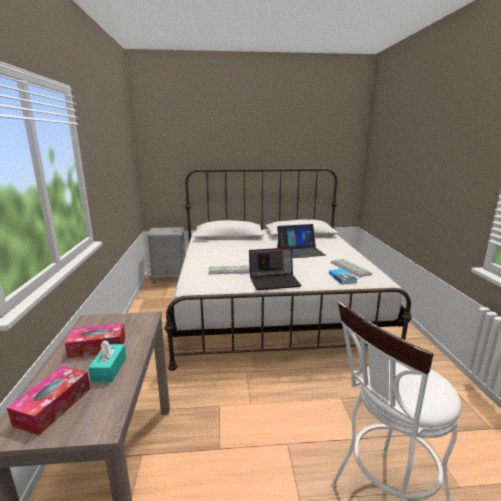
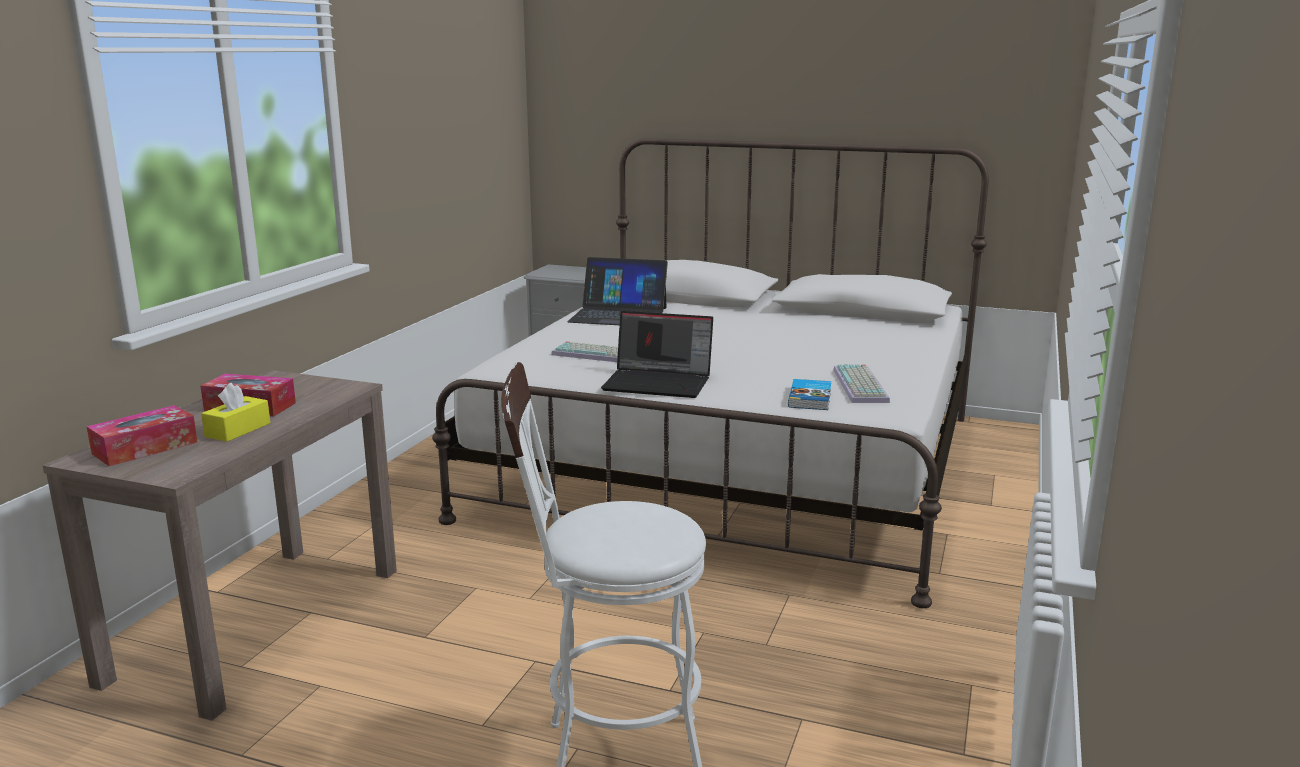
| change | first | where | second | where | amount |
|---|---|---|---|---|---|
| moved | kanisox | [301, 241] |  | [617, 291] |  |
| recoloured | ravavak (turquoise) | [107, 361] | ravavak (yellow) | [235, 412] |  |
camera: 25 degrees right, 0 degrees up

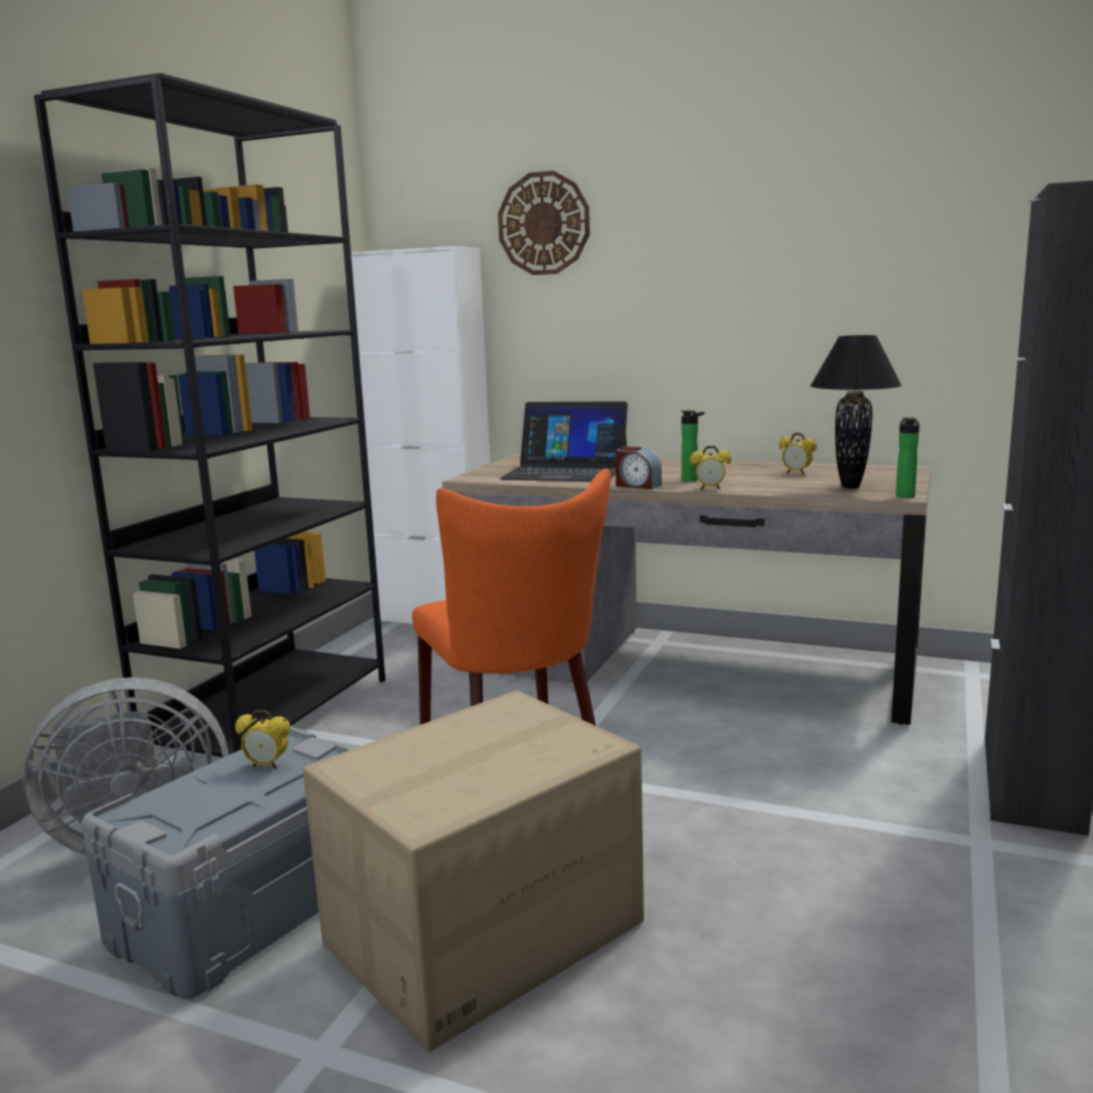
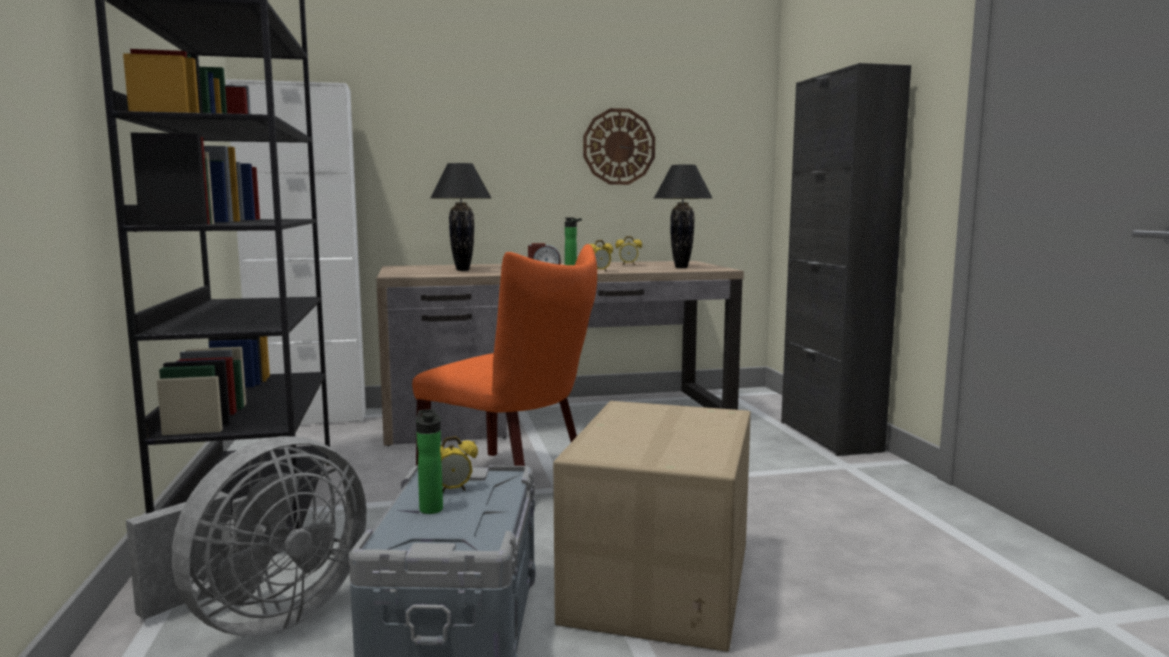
| change | first | where | second | where | amount |
|---|---|---|---|---|---|
| moved | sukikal | [544, 223] |  | [619, 146] |  |
| moved | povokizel | [908, 458] |  | [429, 461] |  |
| replaced | kanisox | [563, 441] | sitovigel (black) | [460, 217] |  |
camera: 35 degrees left, 5 degrees down

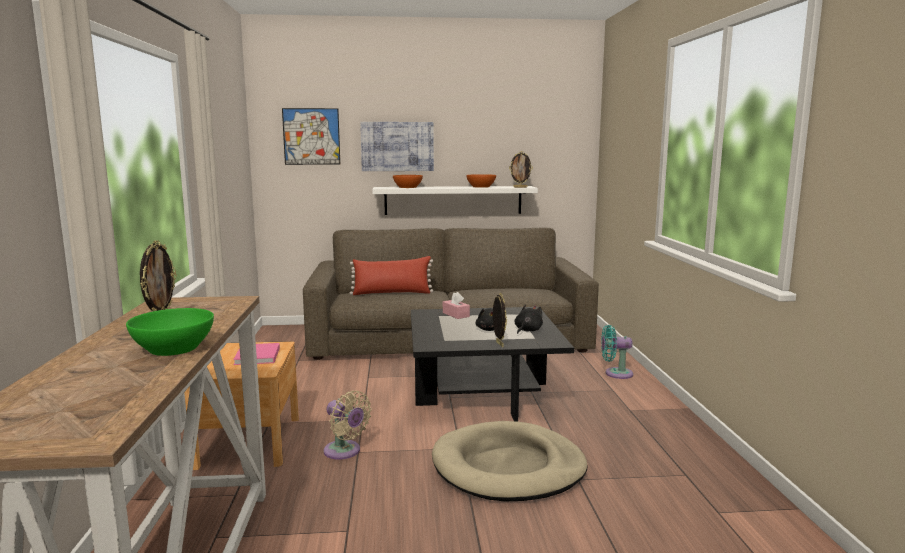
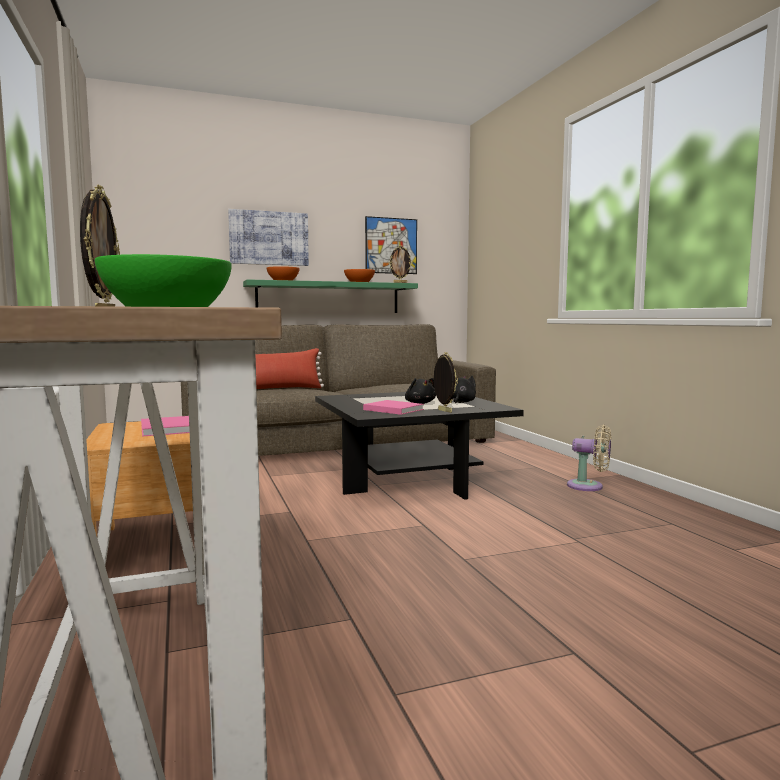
| change | first | where | second | where | amount |
|---|---|---|---|---|---|
| removed | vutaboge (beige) | [510, 461] |  |  |  |
| removed | ravavak (pink) | [456, 305] |  |  |  |
| removed | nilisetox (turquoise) | [617, 352] |  |  |  |
| added |  |  | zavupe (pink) | [393, 407] |  |
| moved | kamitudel | [311, 136] |  | [391, 245] |  |
| moved | nilisetox (beige) | [348, 425] |  | [589, 458] |  |
| recoloured | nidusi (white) | [455, 200] | nidusi (green) | [330, 296] |  |
camera: 15 degrees left, 5 degrees down

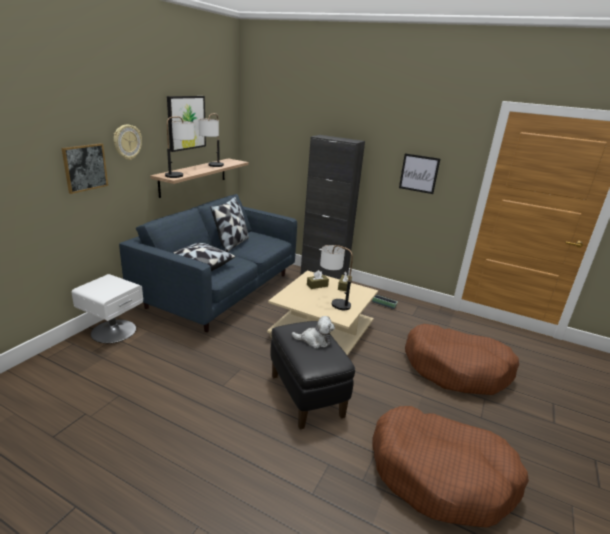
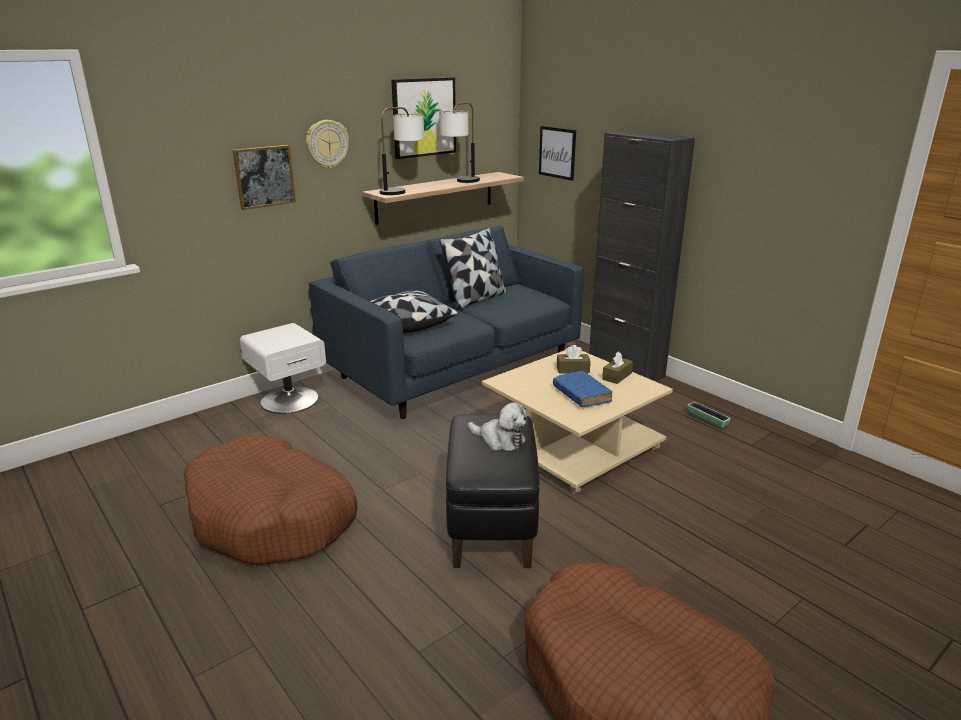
| change | first | where | second | where | amount |
|---|---|---|---|---|---|
| moved | kamitudel | [419, 173] |  | [557, 153] |  |
| moved | vutaboge (brown) | [462, 359] |  | [270, 500] |  |
| replaced | sitovigel | [336, 277] | zavupe (blue) | [582, 389] |  |
camera: 25 degrees right, 0 degrees up

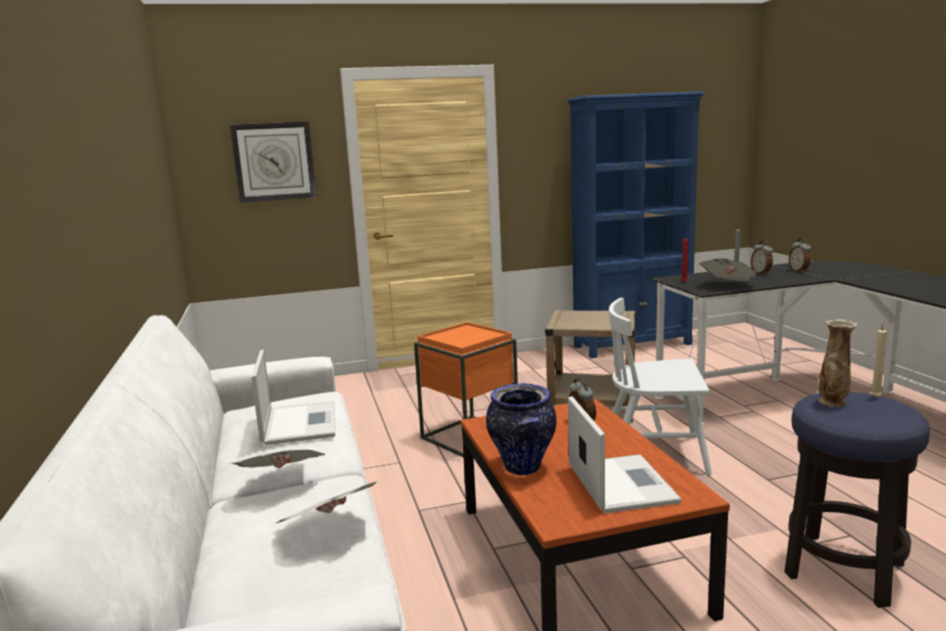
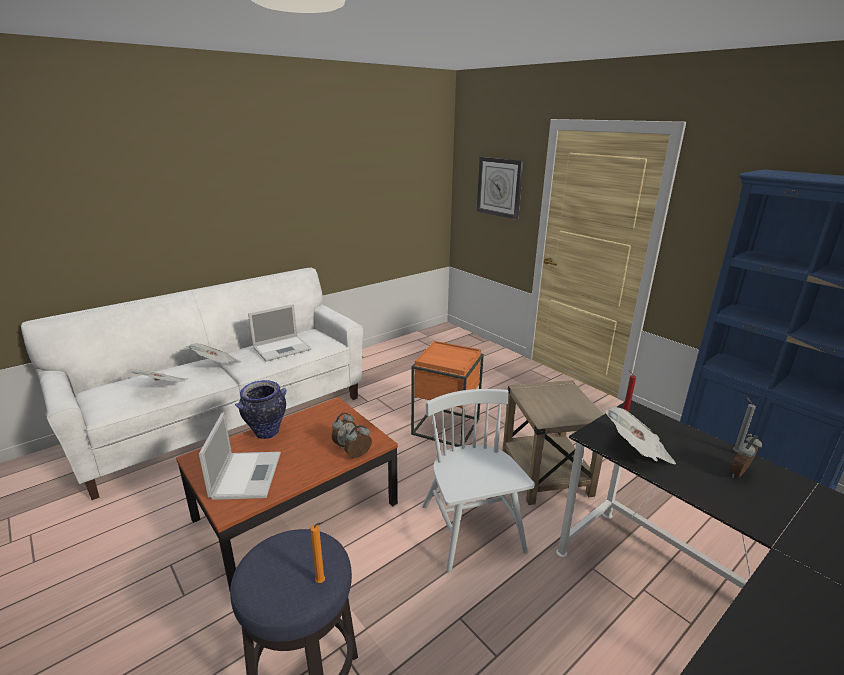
| change | first | where | second | where | amount |
|---|---|---|---|---|---|
| removed | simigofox | [838, 362] |  |  |  |
| moved | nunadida | [800, 255] |  | [358, 441] |  |
| recoloured | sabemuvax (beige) | [879, 359] | sabemuvax (orange) | [318, 552] |  |
| turned | kanisox | [624, 454] |  | [240, 456] | 60 degrees counterclockwise |
camera: 65 degrees right, 10 degrees up

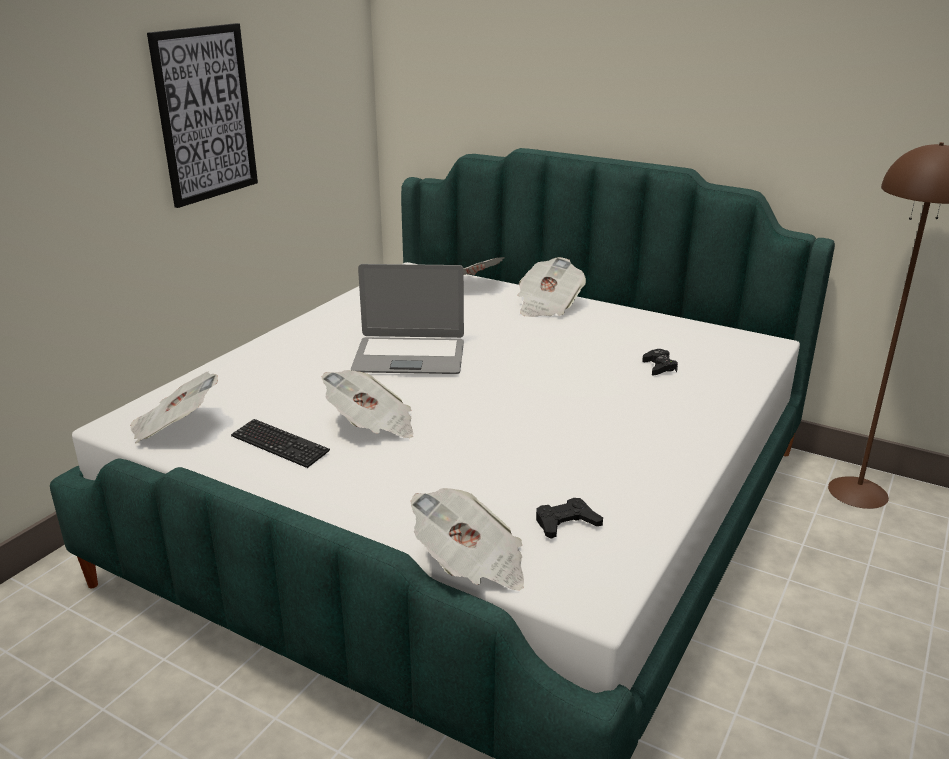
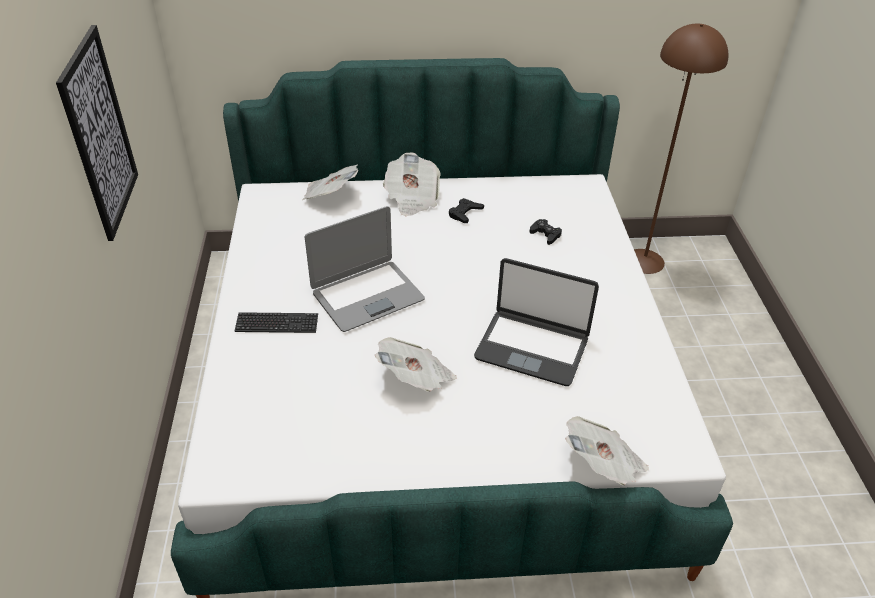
| change | first | where | second | where | amount |
|---|---|---|---|---|---|
| removed | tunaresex | [174, 407] |  |  |  |
| added |  |  | kanisox | [536, 322] |  |
| moved | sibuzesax | [280, 443] |  | [276, 322] |  |
| moved | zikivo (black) | [569, 518] |  | [466, 210] |  |
camera: 35 degrees left, 15 degrees up

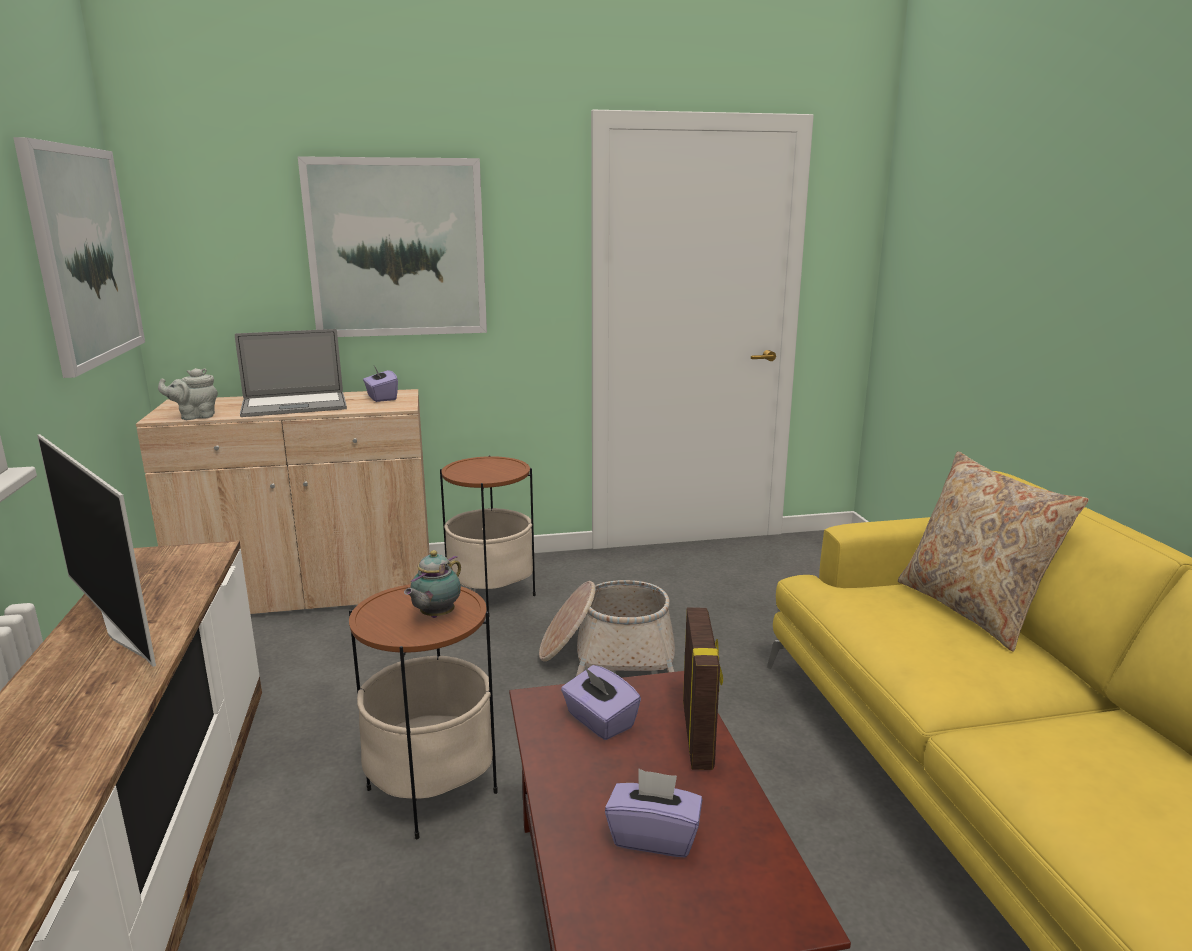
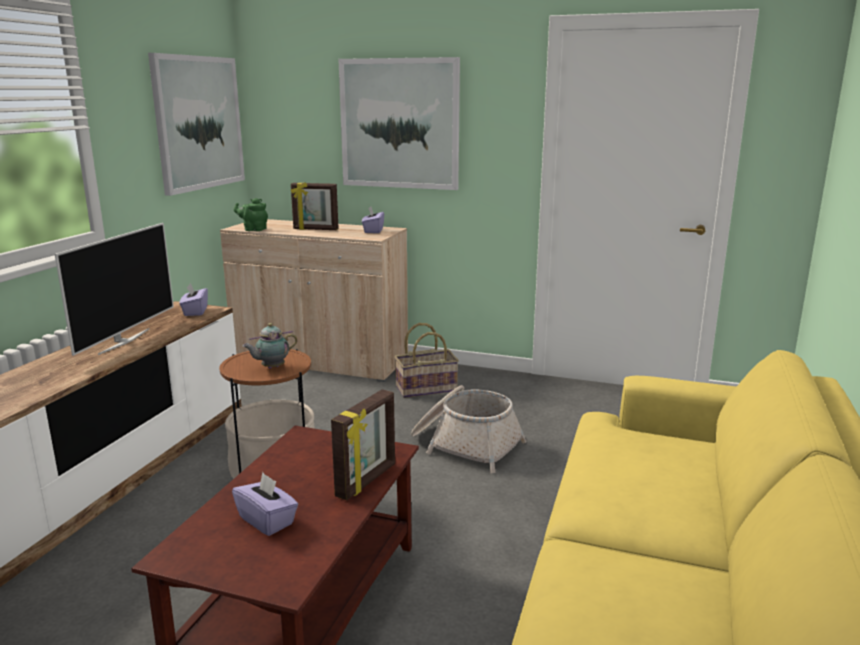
| change | first | where | second | where | amount |
|---|---|---|---|---|---|
| removed | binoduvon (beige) | [993, 552] |  |  |  |
| moved | ravavak (purple) | [601, 702] |  | [193, 299] |  |
| replaced | kanisox | [291, 373] | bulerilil | [315, 206] |  |
| replaced | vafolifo | [488, 536] | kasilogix | [426, 360] |  |
| recoloured | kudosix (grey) | [188, 394] | kudosix (green) | [251, 214] |  |
| turned | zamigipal | [96, 550] |  | [114, 289] | 150 degrees counterclockwise |
camera: 30 degrees right, 0 degrees up

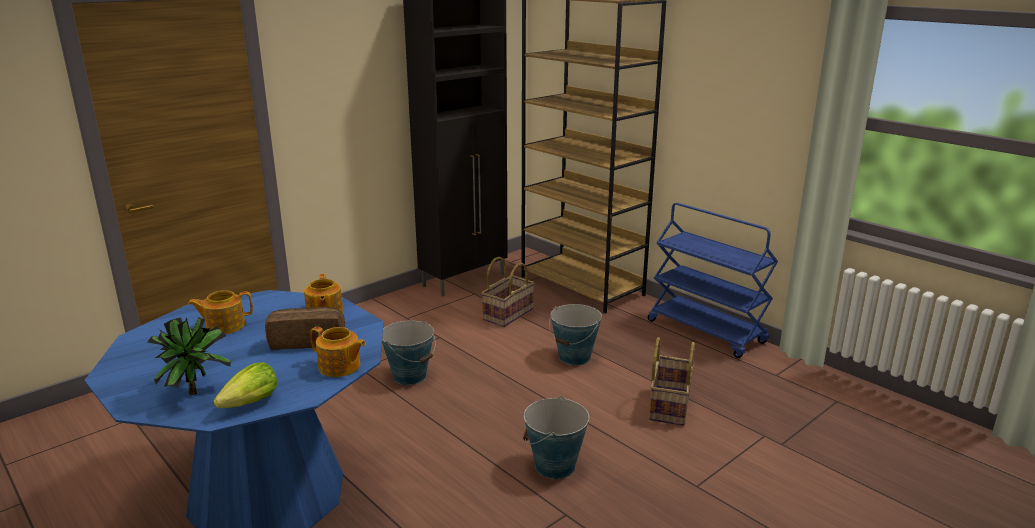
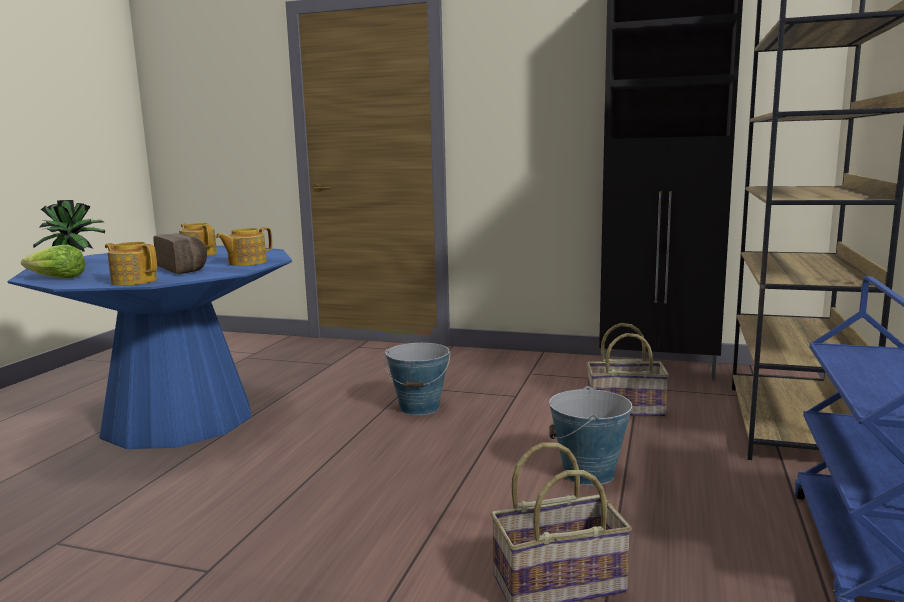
| change | first | where | second | where | amount |
|---|---|---|---|---|---|
| removed | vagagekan | [556, 437] |  |  |  |
| turned | kudosix | [338, 352] |  | [131, 264] | 120 degrees clockwise |
camera: 60 degrees right, 10 degrees down

